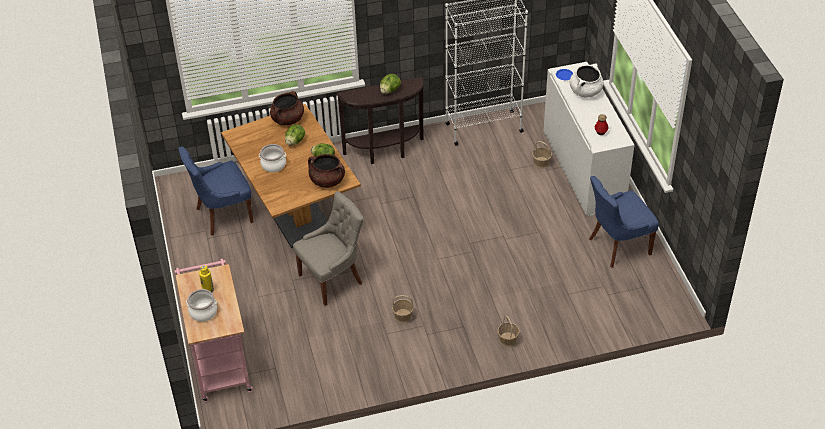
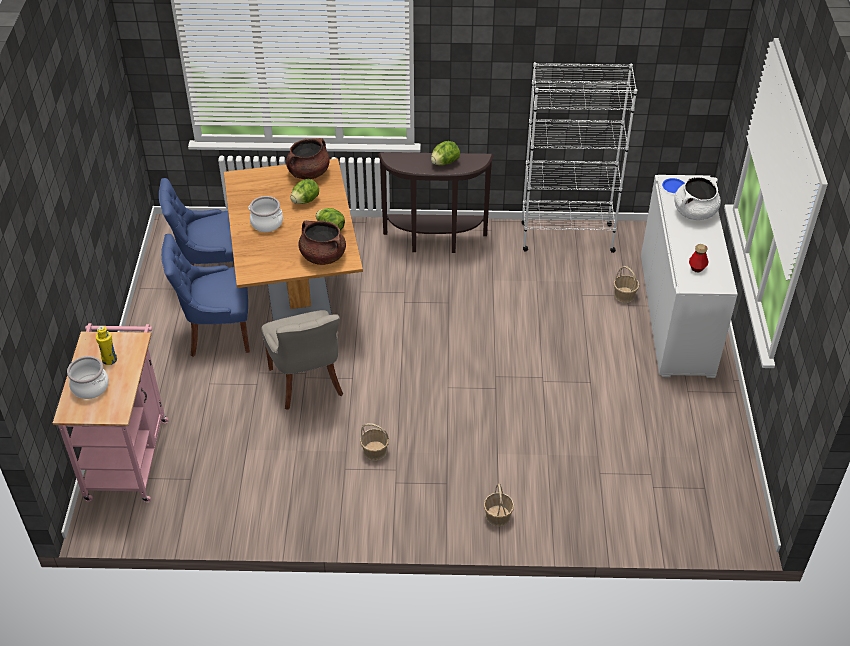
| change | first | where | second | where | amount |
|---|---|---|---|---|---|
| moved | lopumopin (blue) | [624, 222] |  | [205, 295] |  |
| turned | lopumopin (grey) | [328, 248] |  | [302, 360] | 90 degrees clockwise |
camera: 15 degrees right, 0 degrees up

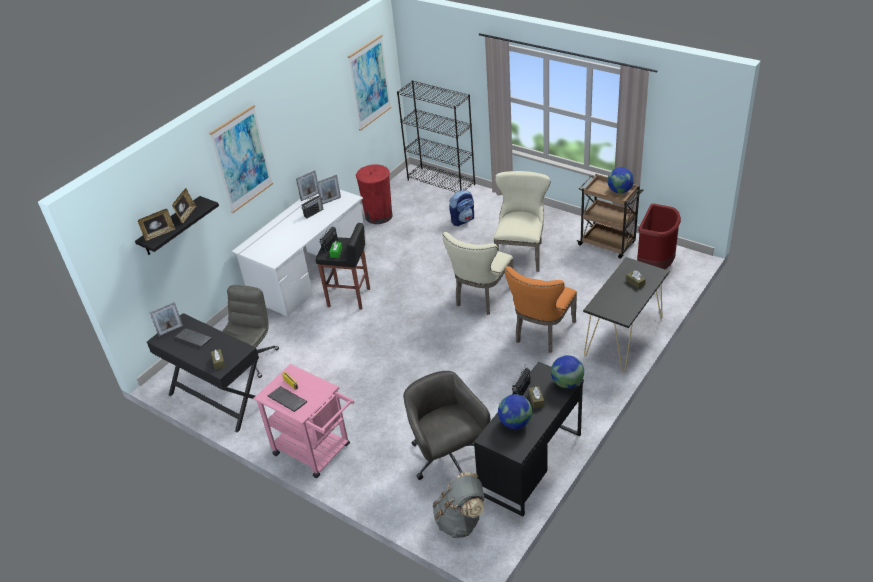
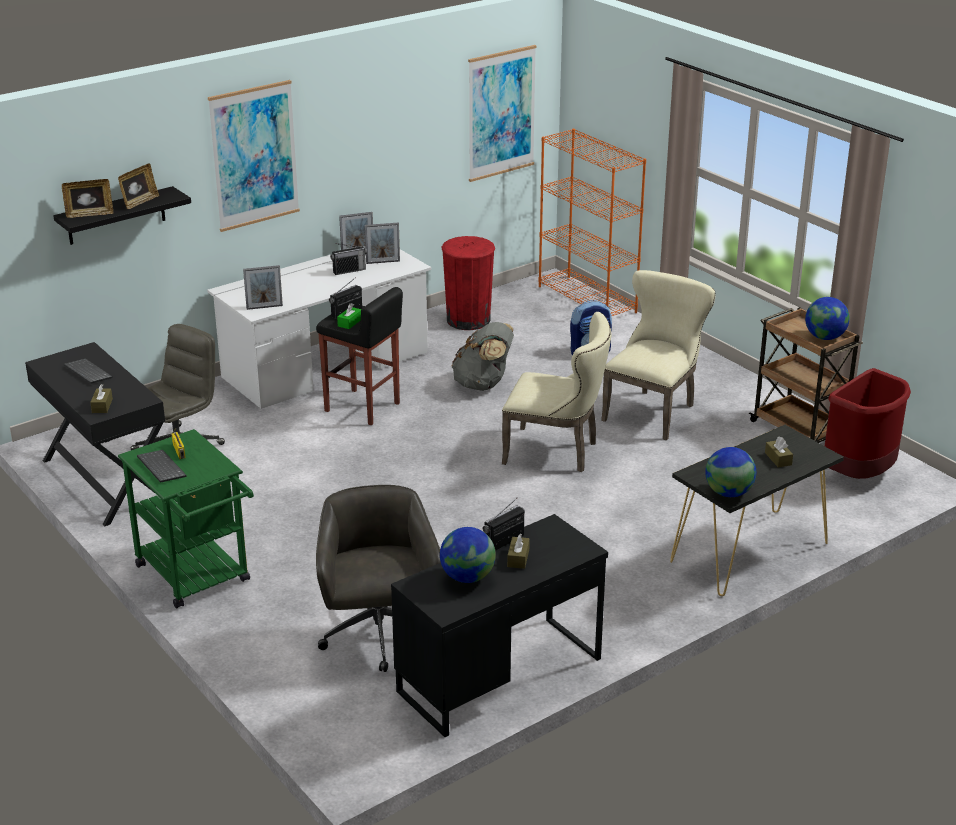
| change | first | where | second | where | amount |
|---|---|---|---|---|---|
| removed | lopumopin (orange) | [541, 309] |  |  |  |
| moved | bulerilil | [166, 319] |  | [263, 287] |  |
| moved | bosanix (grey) | [459, 505] |  | [483, 356] |  |
| moved | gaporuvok | [567, 371] |  | [730, 472] |  |
| recoloured | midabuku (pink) | [303, 421] | midabuku (green) | [186, 518] |  |
| recoloured | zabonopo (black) | [436, 136] | zabonopo (orange) | [592, 222] |  |
| turned | lopumopin (beige) | [477, 273] |  | [556, 392] | 120 degrees counterclockwise |
camera: 15 degrees right, 10 degrees down

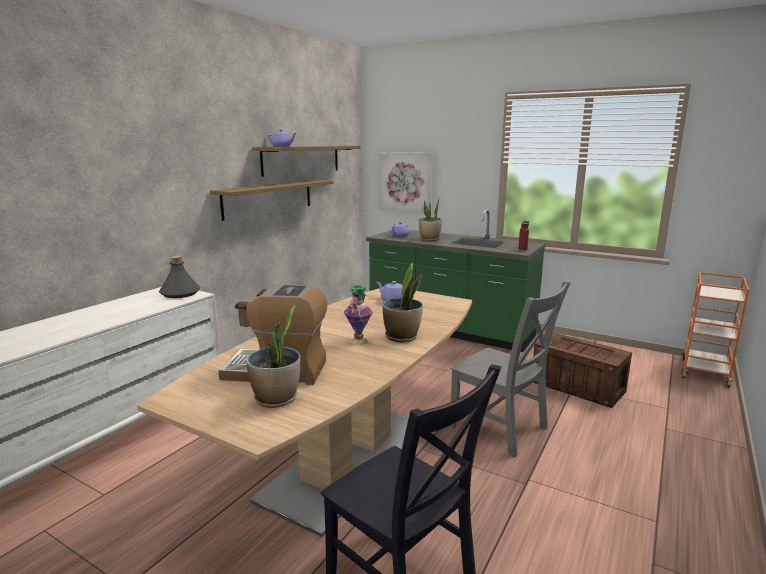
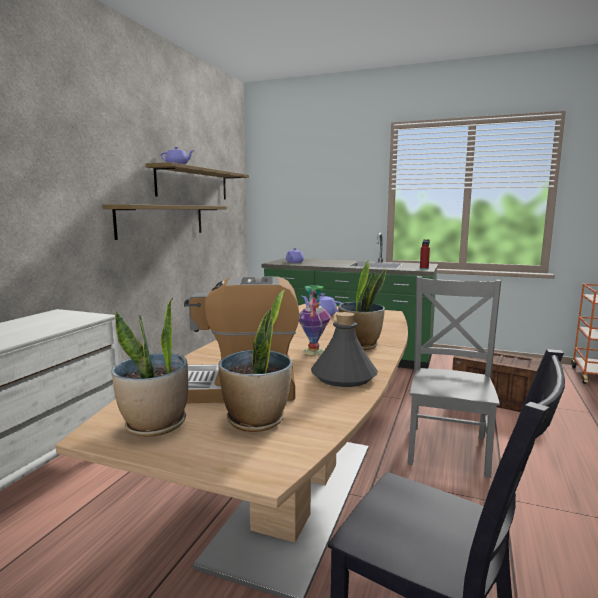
| change | first | where | second | where | amount |
|---|---|---|---|---|---|
| removed | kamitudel | [406, 182] |  |  |  |
| moved | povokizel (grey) | [179, 277] |  | [344, 349] |  |
| moved | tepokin | [430, 220] |  | [149, 367] |  |
| turned | lopumopin (grey) | [510, 369] |  | [454, 377] | 105 degrees counterclockwise |
camera: 10 degrees left, 5 degrees down

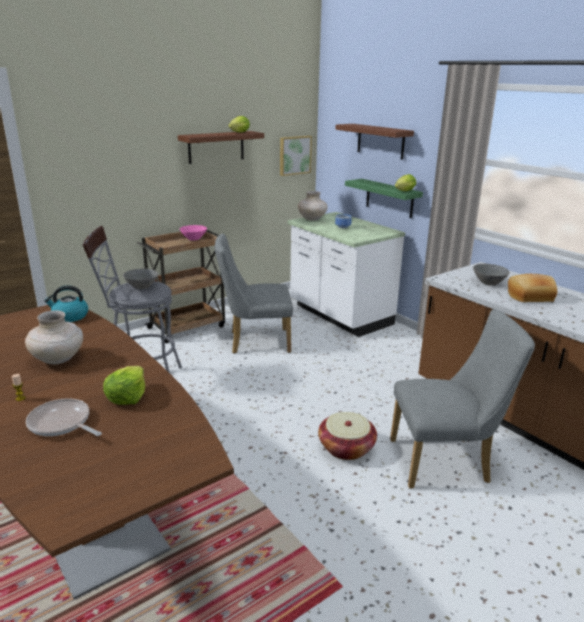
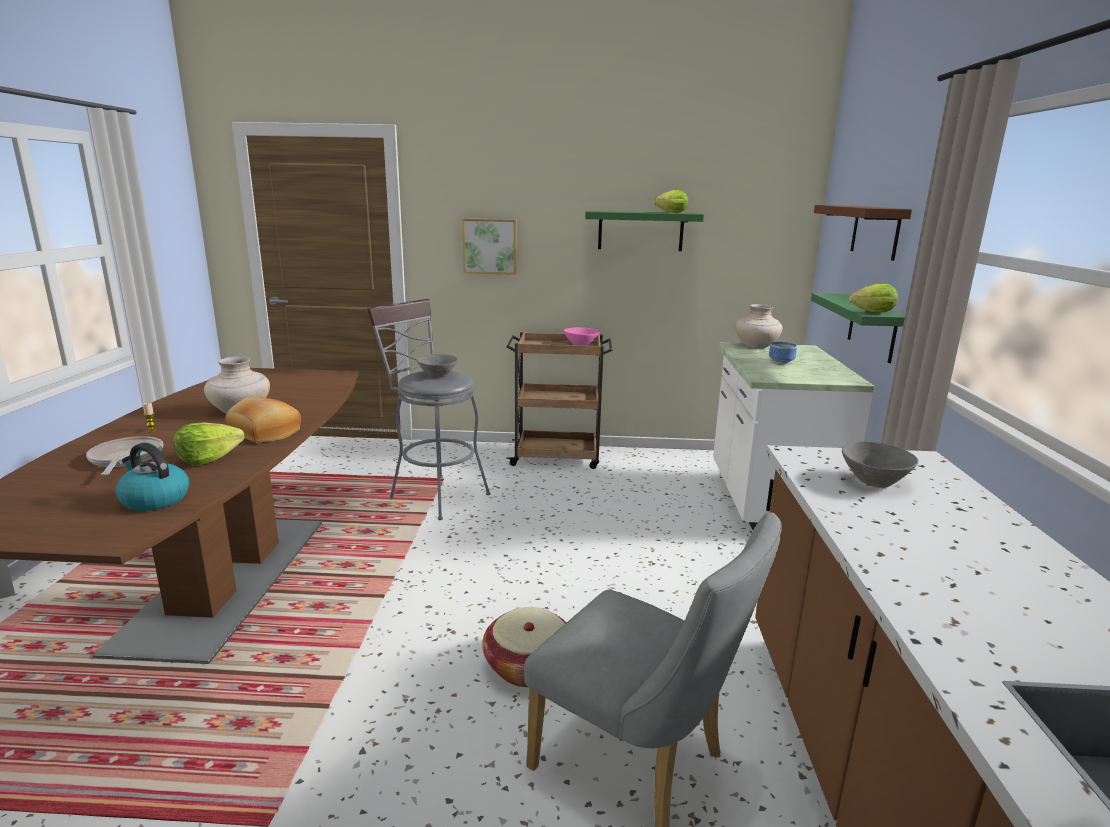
| change | first | where | second | where | amount |
|---|---|---|---|---|---|
| removed | lopumopin (grey) | [254, 294] |  |  |  |
| moved | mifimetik | [66, 303] |  | [152, 477] |  |
| moved | kamitudel | [296, 156] |  | [489, 246] |  |
| moved | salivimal | [532, 288] |  | [263, 420] |  |
| recoloured | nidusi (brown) | [221, 147] | nidusi (green) | [644, 231] |  |
camera: 40 degrees right, 5 degrees down

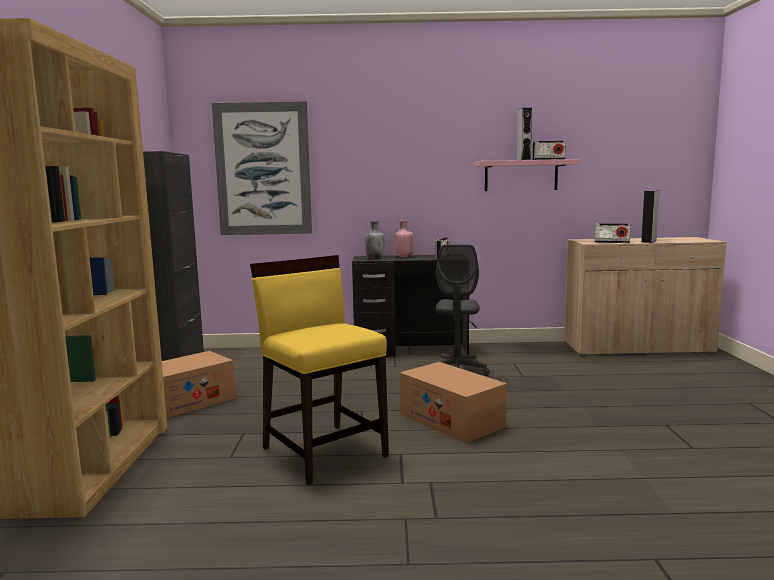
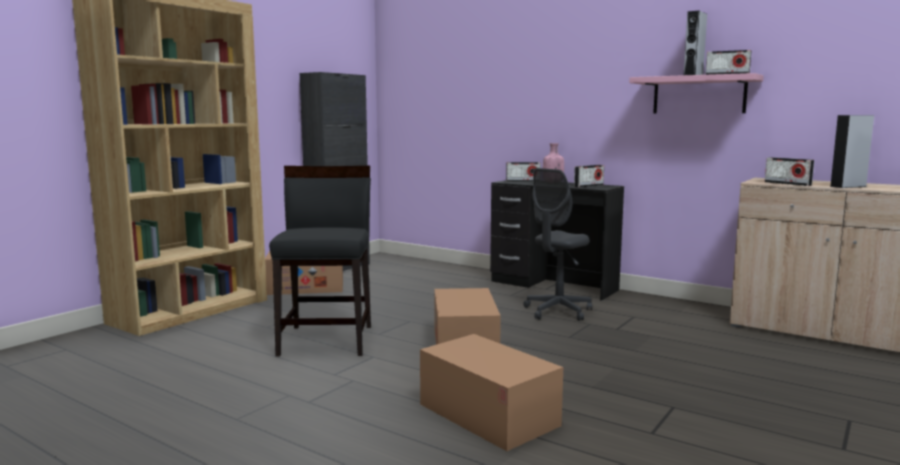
| change | first | where | second | where | amount |
|---|---|---|---|---|---|
| removed | kamitudel | [262, 168] |  |  |  |
| added |  |  | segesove | [491, 392] |  |
| replaced | povokizel (grey) | [375, 239] | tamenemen | [523, 172] |  |
| recoloured | lopumopin (yellow) | [319, 370] | lopumopin (black) | [320, 261] |  |
camera: 35 degrees right, 0 degrees up

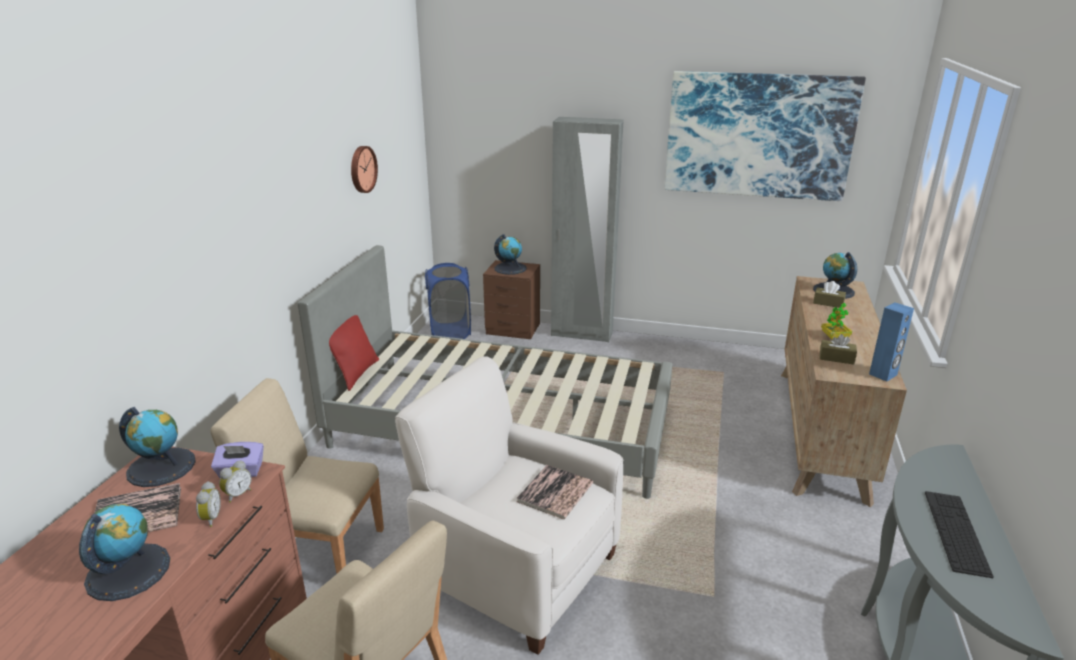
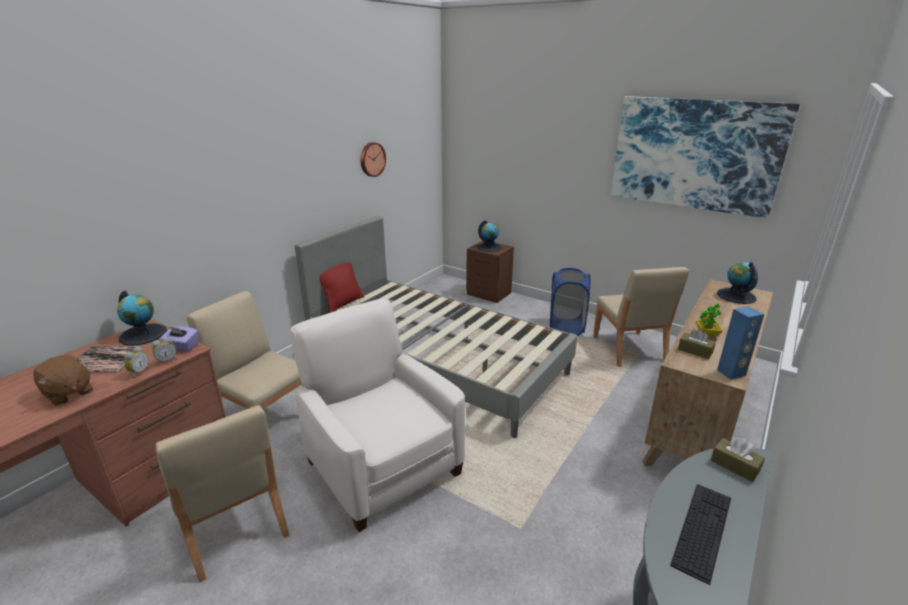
| change | first | where | second | where | amount |
|---|---|---|---|---|---|
| removed | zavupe | [554, 492] |  |  |  |
| removed | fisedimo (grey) | [587, 229] |  |  |  |
| added |  |  | lopumopin (beige) | [641, 317] |  |
| moved | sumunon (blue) | [448, 301] |  | [570, 302] |  |
| moved | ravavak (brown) | [829, 294] |  | [738, 459] |  |
| replaced | gaporuvok | [125, 552] | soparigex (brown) | [63, 380] |  |
camera: 20 degrees right, 0 degrees up

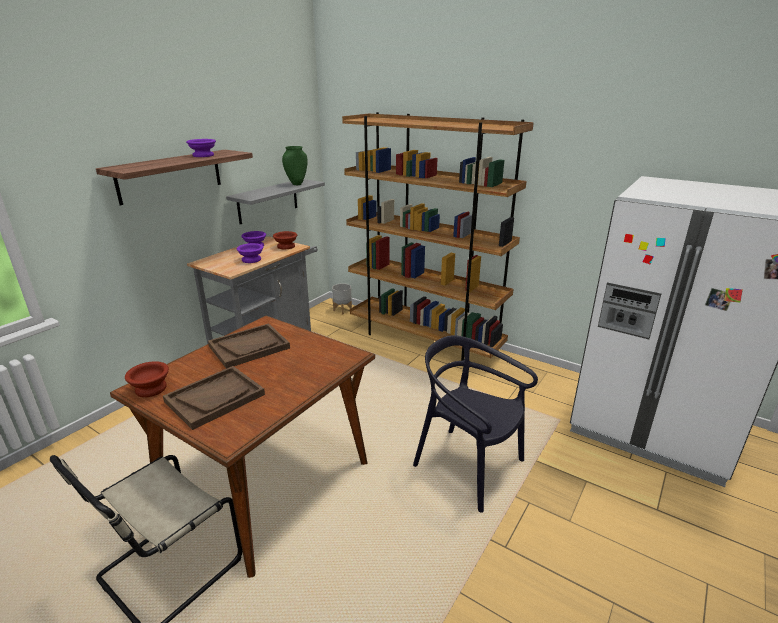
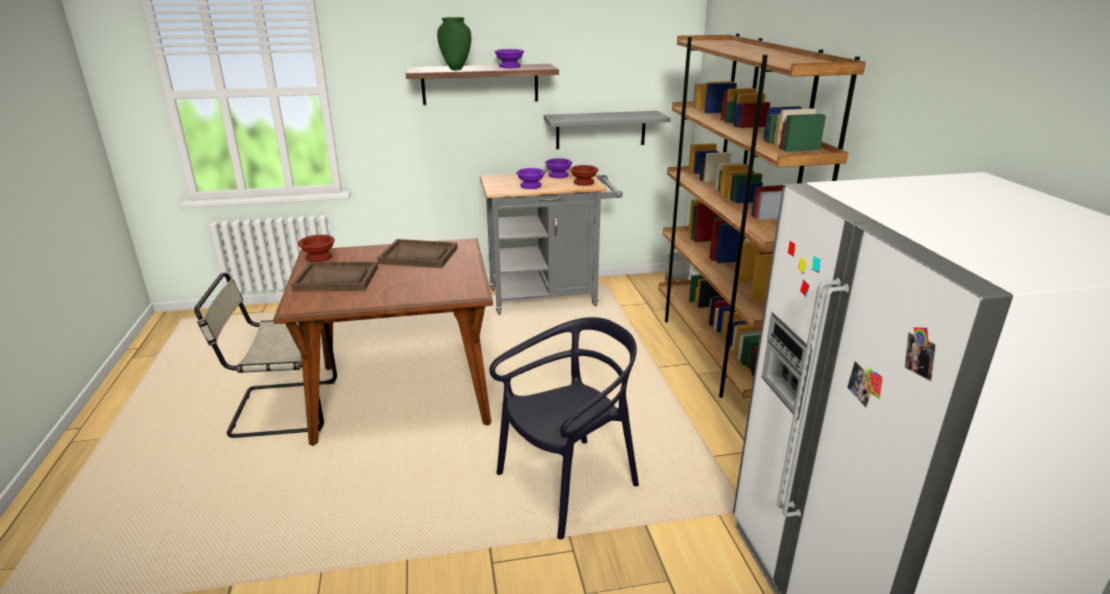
| change | first | where | second | where | amount |
|---|---|---|---|---|---|
| moved | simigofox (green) | [295, 165] |  | [454, 43] |  |
| turned | lopumopin (black) | [475, 424] |  | [564, 428] | 60 degrees clockwise |
camera: 45 degrees right, 0 degrees up

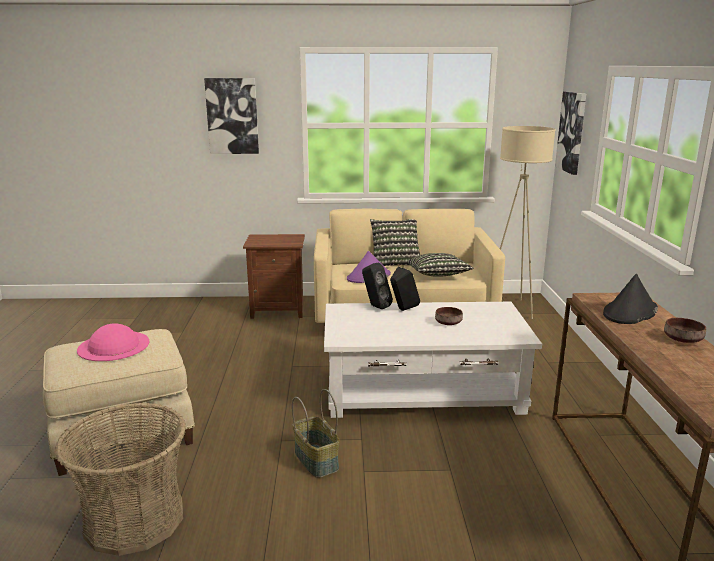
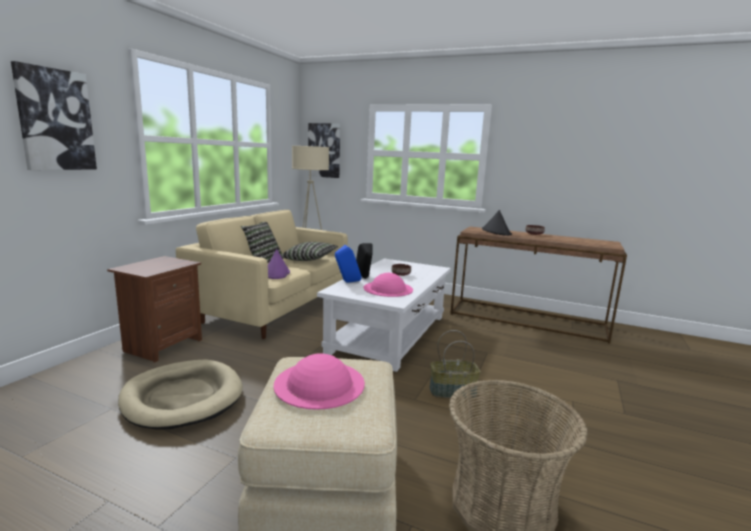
| change | first | where | second | where | amount |
|---|---|---|---|---|---|
| added |  |  | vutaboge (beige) | [180, 394] |  |
| added |  |  | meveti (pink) | [388, 285] |  |
| recoloured | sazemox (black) | [377, 285] | sazemox (blue) | [348, 263] |  |
camera: 65 degrees left, 5 degrees down

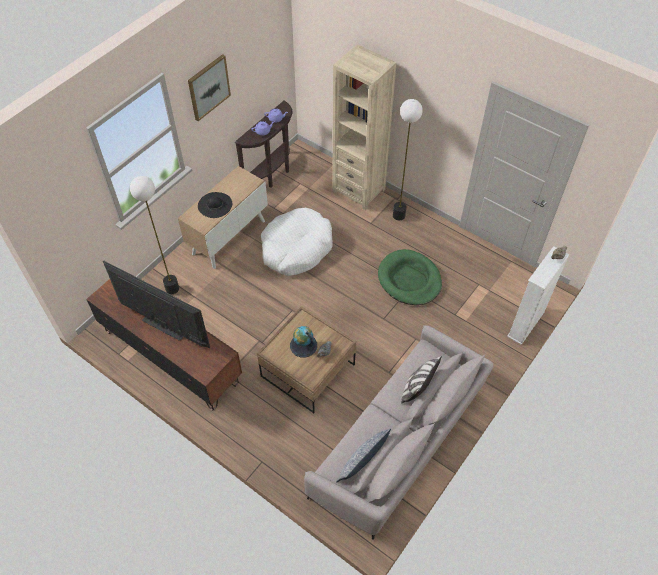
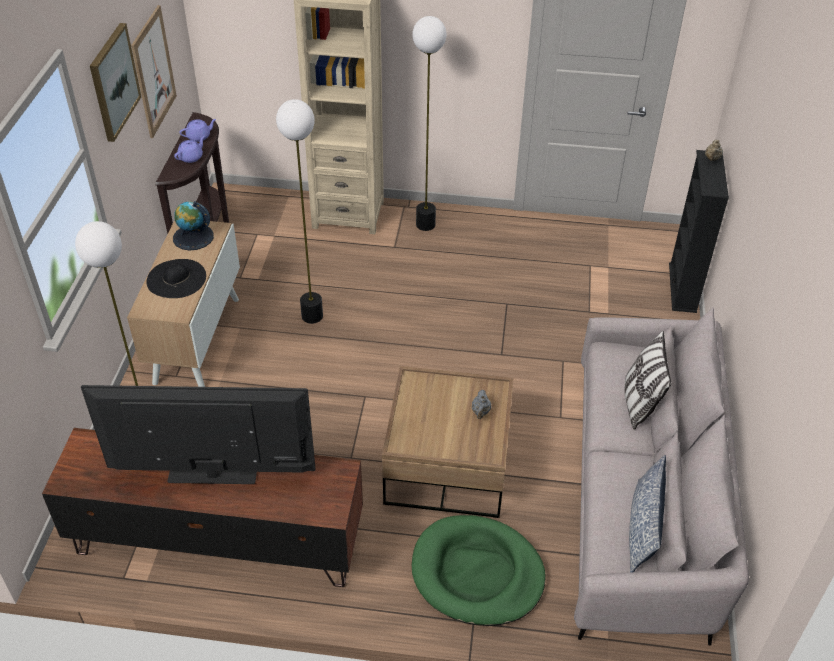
| change | first | where | second | where | amount |
|---|---|---|---|---|---|
| added |  |  | kamitudel | [154, 71] |  |
| moved | gaporuvok | [303, 342] |  | [193, 226] |  |
| moved | vutaboge (green) | [410, 277] |  | [479, 570] |  |
| replaced | vutaboge (white) | [297, 242] | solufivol | [299, 211] |  |
| recoloured | zabonopo (white) | [538, 295] | zabonopo (black) | [699, 231] |  |
camera: 30 degrees left, 10 degrees down

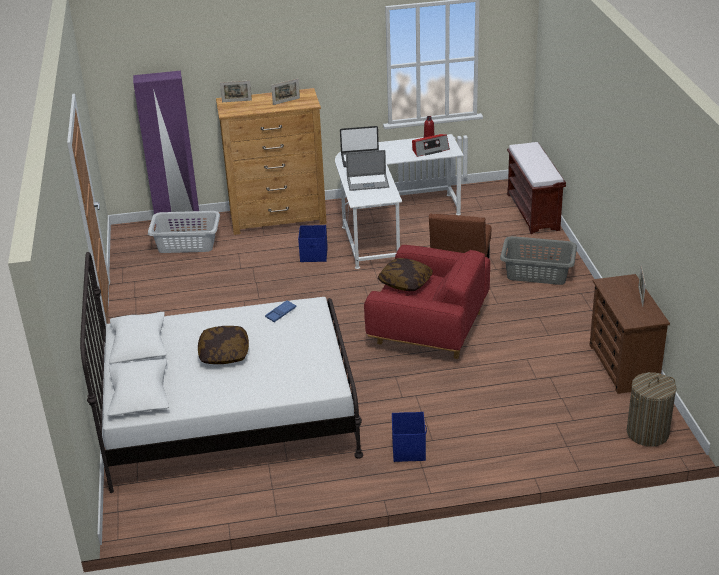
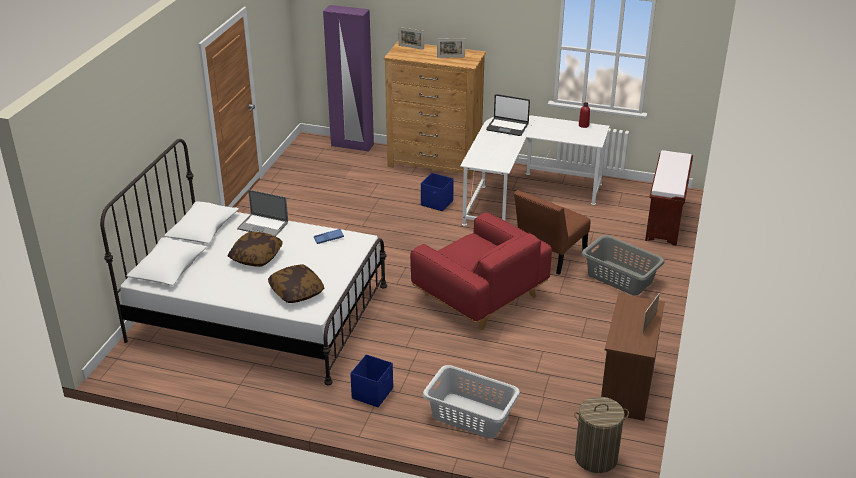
| change | first | where | second | where | amount |
|---|---|---|---|---|---|
| removed | tamenemen | [431, 145] |  |  |  |
| moved | sumunon (grey) | [184, 232] |  | [471, 401] |  |
| moved | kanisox | [367, 170] |  | [262, 213] |  |
| moved | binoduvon | [405, 274] |  | [296, 284] |  |
camera: 25 degrees right, 0 degrees up

